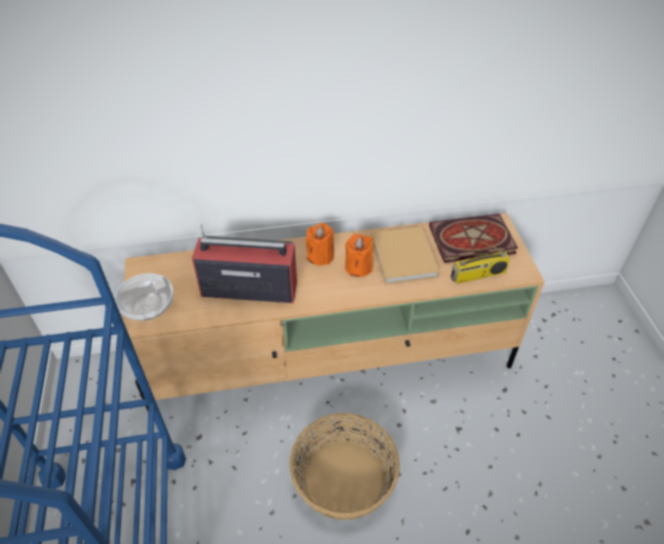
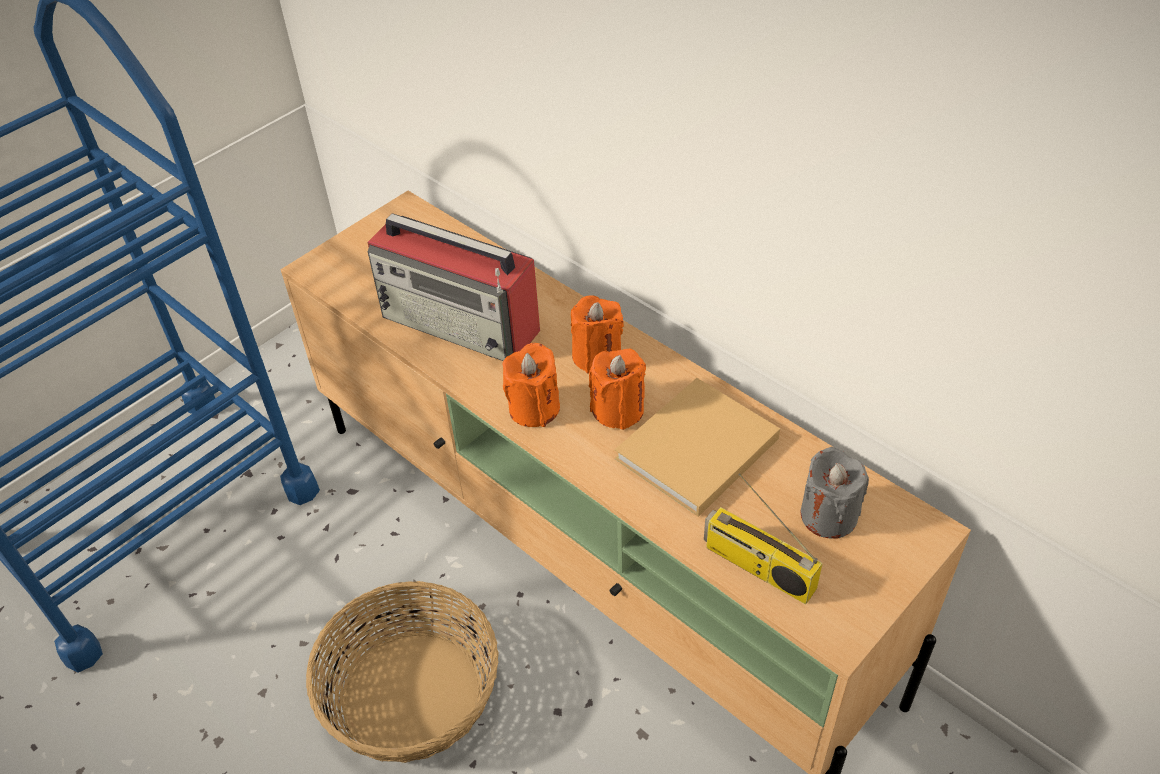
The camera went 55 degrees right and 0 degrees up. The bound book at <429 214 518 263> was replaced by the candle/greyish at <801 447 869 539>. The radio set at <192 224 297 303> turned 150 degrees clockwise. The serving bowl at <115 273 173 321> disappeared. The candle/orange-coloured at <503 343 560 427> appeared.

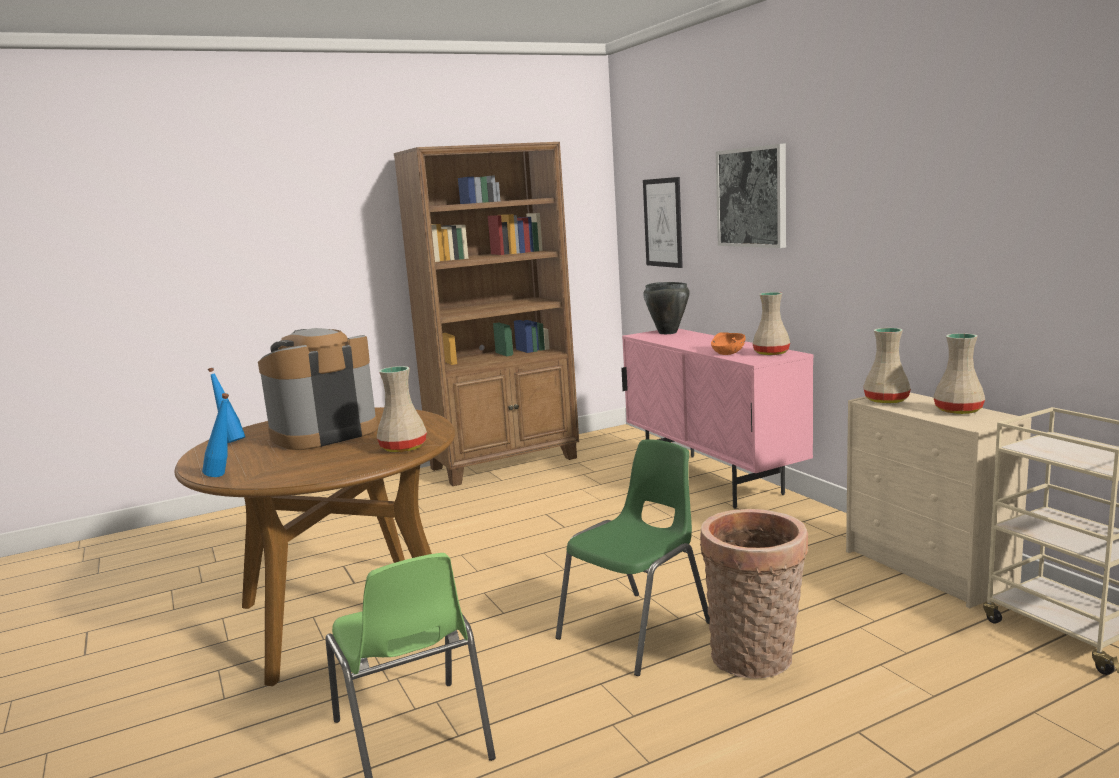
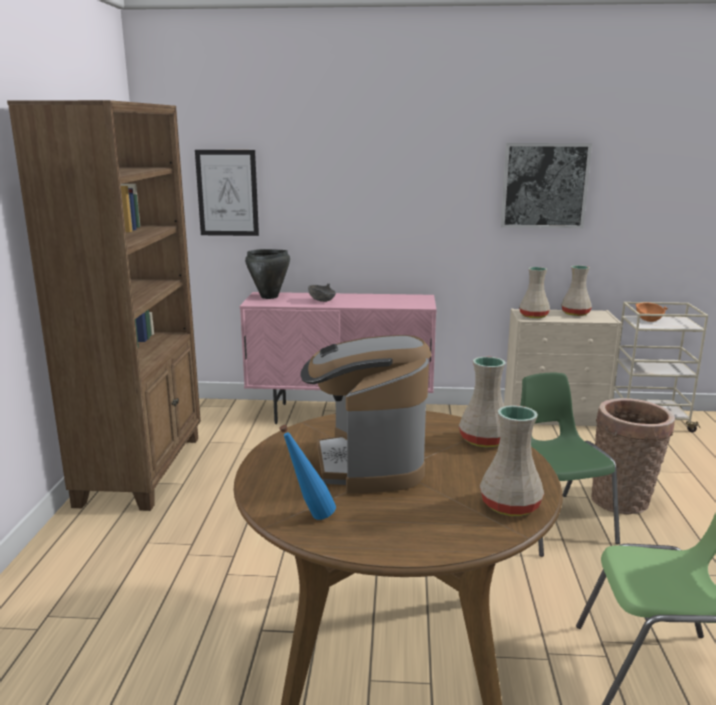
The camera went 60 degrees left and 5 degrees up. The wall picture moved from <716 143 786 248> to <500 143 592 228>. The vase/beige-coloured moved from <752 292 790 355> to <480 405 544 516>. The serving bowl/orange-coloured moved from <711 332 746 355> to <636 302 668 322>. The bottle/blue at <202 393 229 477> disappeared. The serving bowl/greyish at <308 283 336 302> appeared.

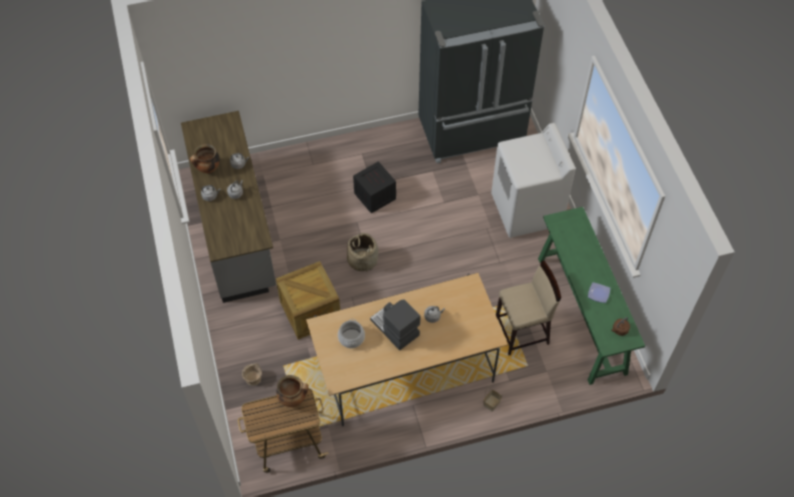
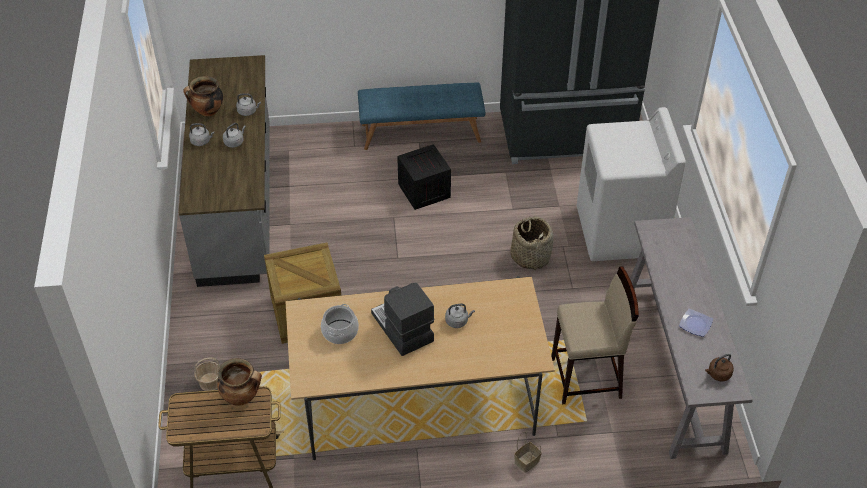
The camera went 10 degrees right and 10 degrees down. The hall table/green at <538 207 645 385> became the hall table/greyish at <630 217 753 459>. The basket moved from <347 233 378 272> to <510 216 554 270>. The indoor bench/blue at <358 83 486 150> appeared.

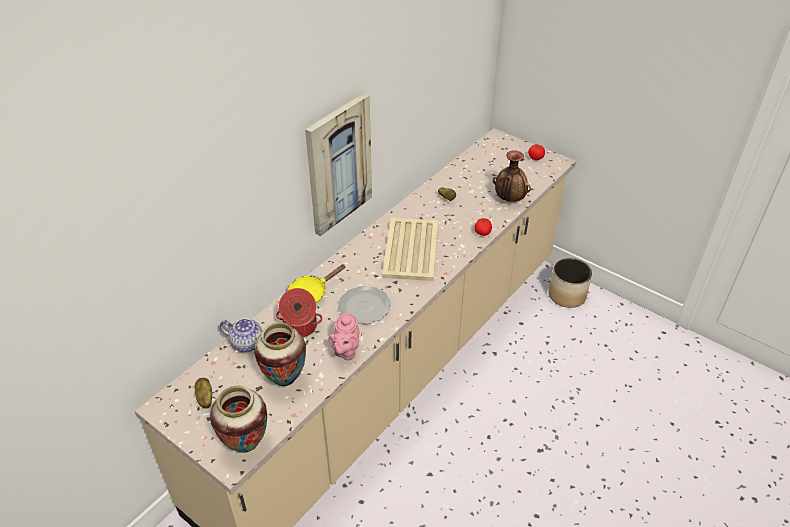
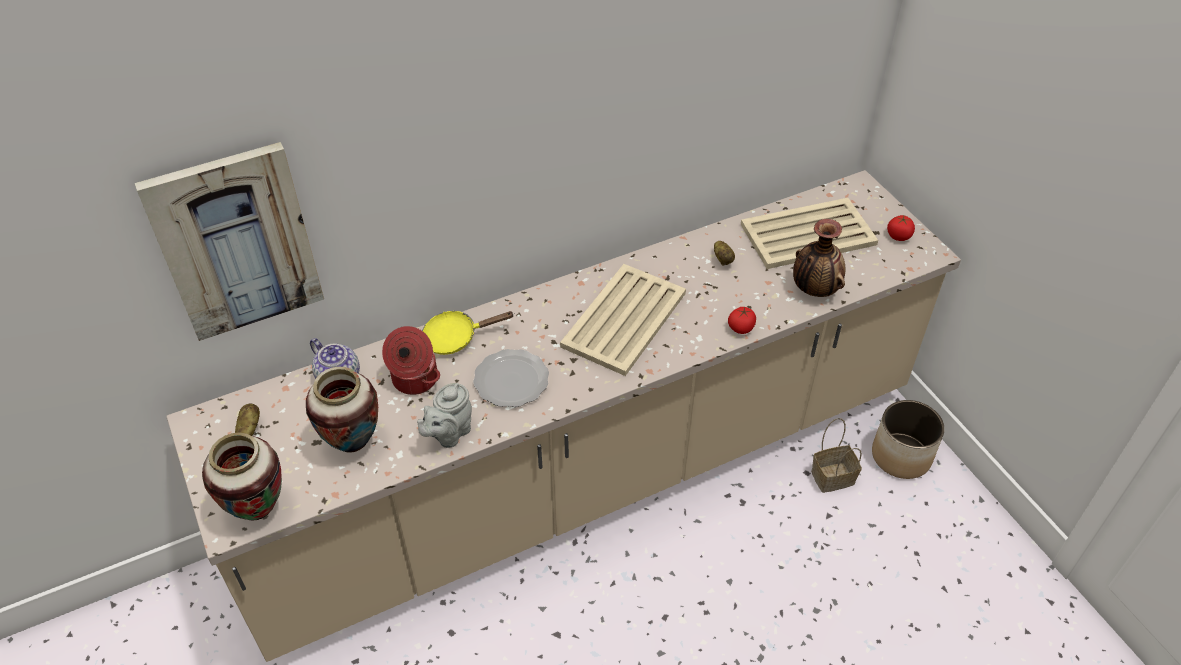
The camera went 25 degrees right and 5 degrees up. The wall picture moved from <305 93 372 236> to <135 142 324 341>. The teapot/pinkish at <328 312 359 361> became the teapot/greyish at <417 383 472 448>. The carrying tray/beige-coloured at <741 198 878 269> appeared. The basket at <811 418 862 493> appeared.

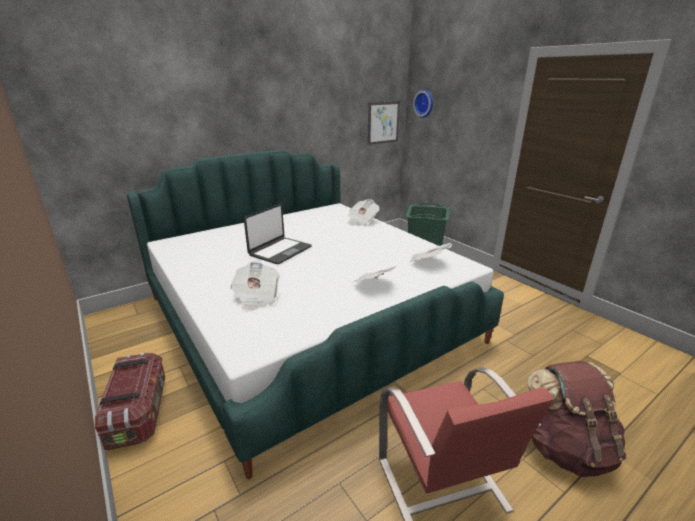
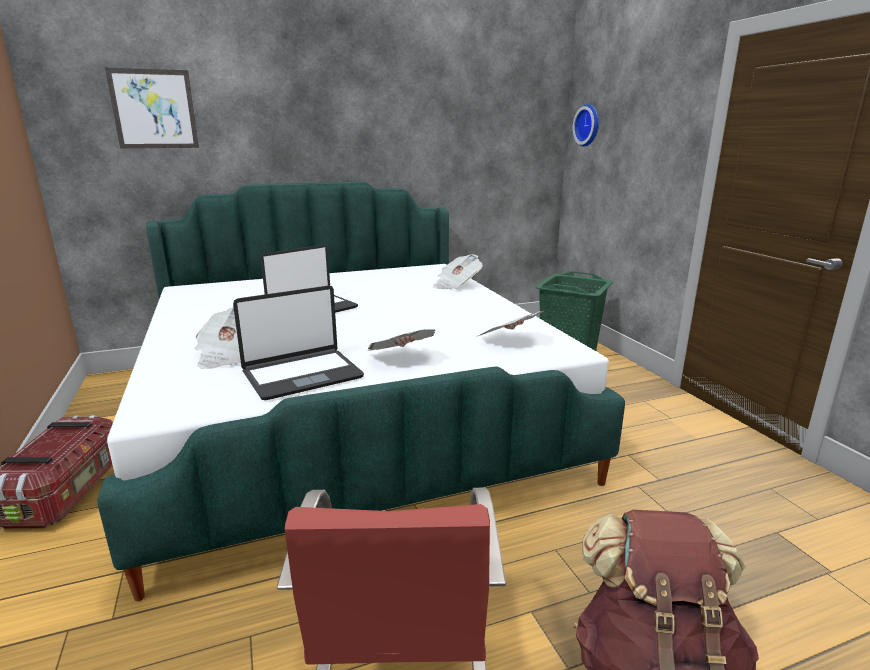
The camera went 15 degrees right and 5 degrees down. The wall picture moved from <368 101 400 145> to <105 67 199 148>. The notebook computer at <233 285 364 400> appeared.

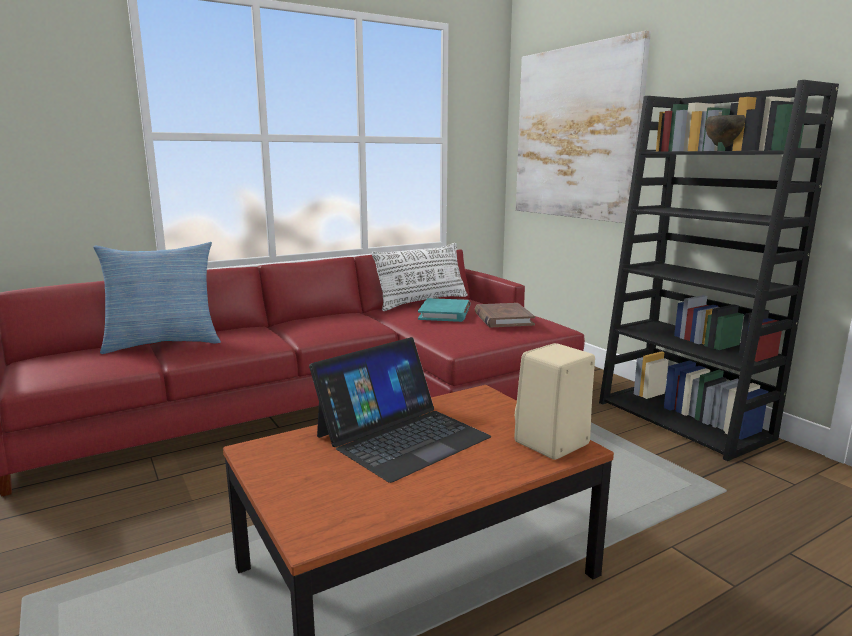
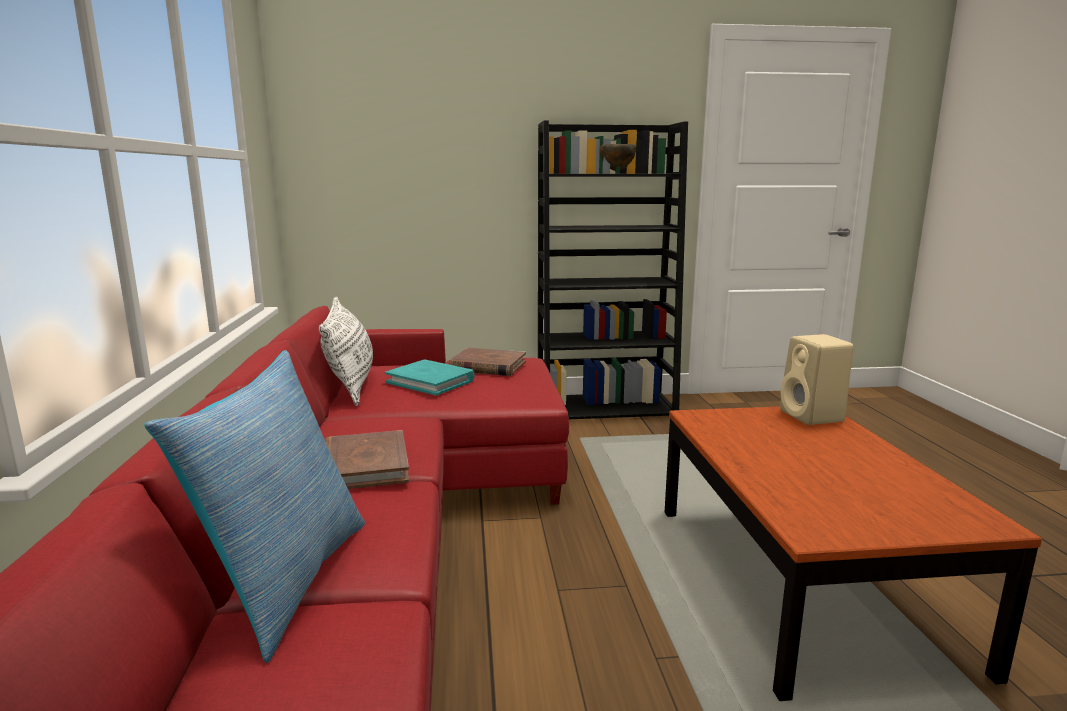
The camera went 65 degrees left and 0 degrees up. The wall picture at <516 30 651 223> disappeared. The notebook computer at <309 337 491 483> disappeared. The bound book/brown at <325 430 410 489> appeared.

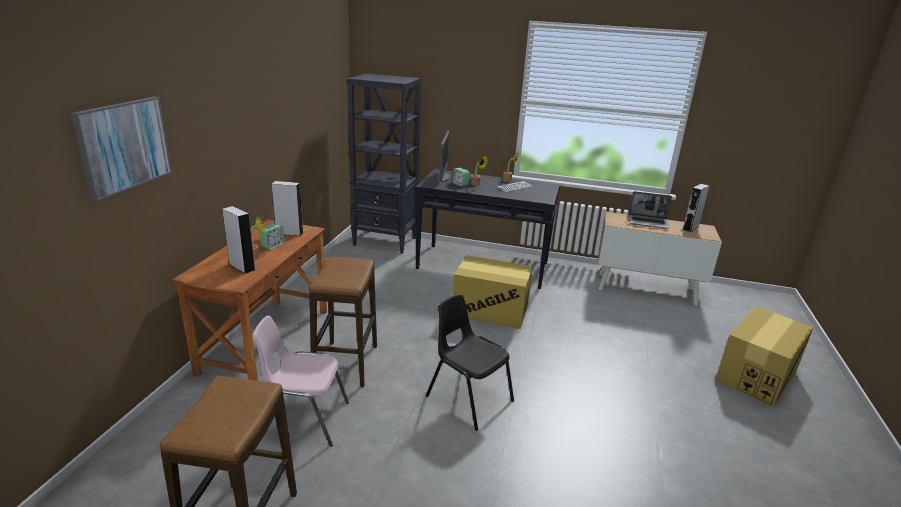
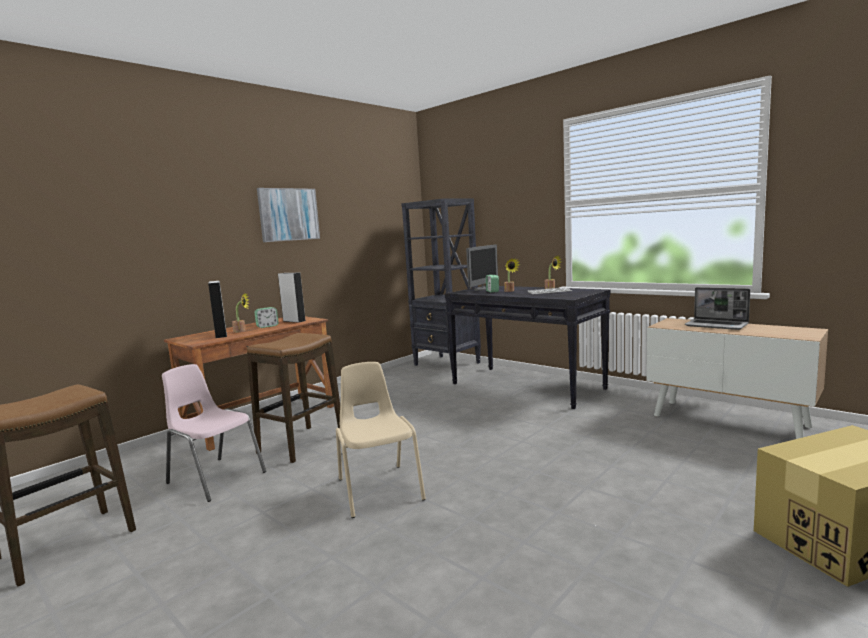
The camera went 30 degrees right and 15 degrees down. The wall picture moved from <70 97 172 201> to <257 188 320 242>. The loudspeaker/greyish at <683 184 709 232> disappeared. The carton at <453 255 533 329> disappeared. The chair/blackish at <426 294 514 431> became the chair/beige-coloured at <336 362 426 518>.

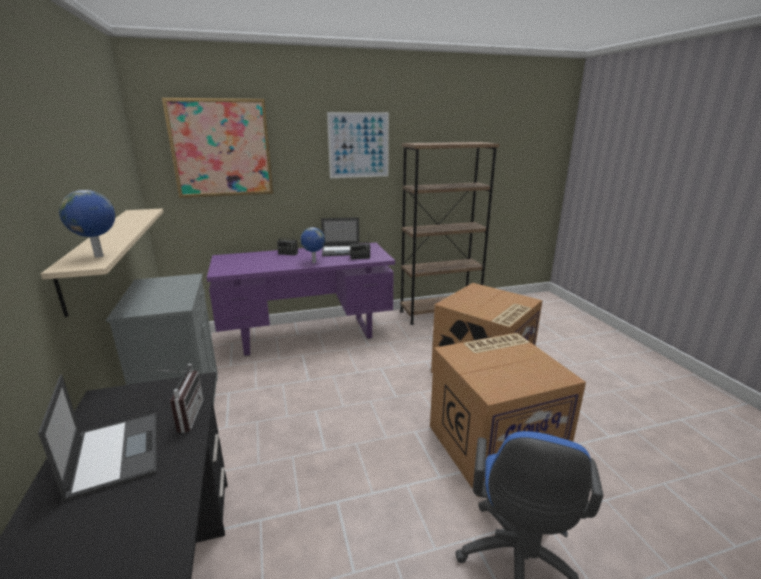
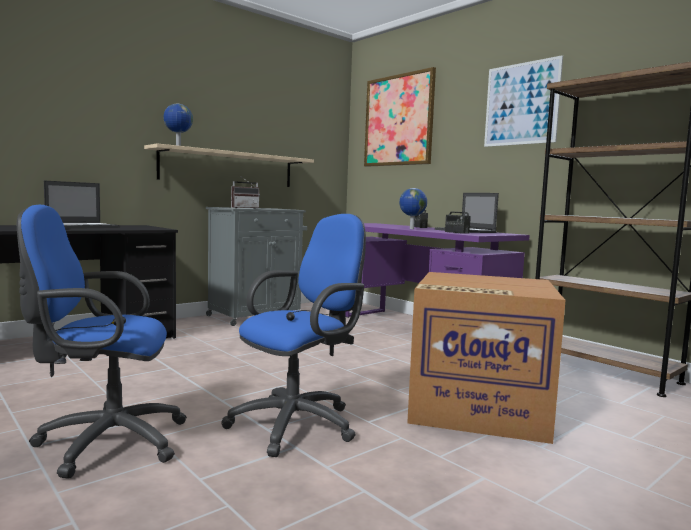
The camera went 65 degrees right and 15 degrees down. The carton at <430 333 586 497> was replaced by the office chair/blue at <221 214 366 457>. The radio set moved from <157 364 204 433> to <231 175 260 209>.

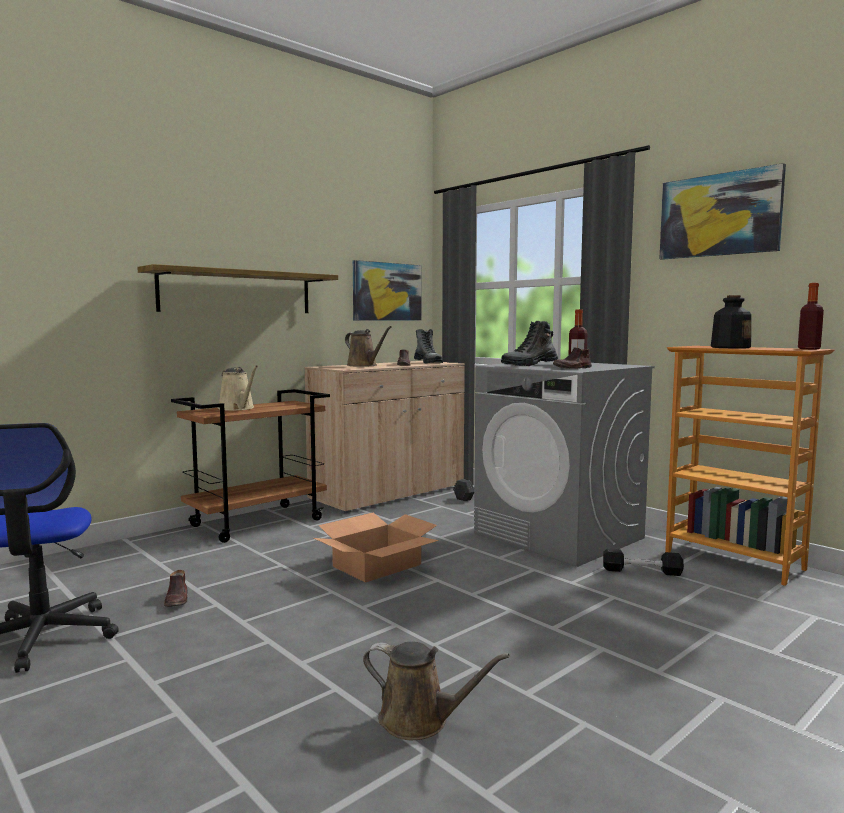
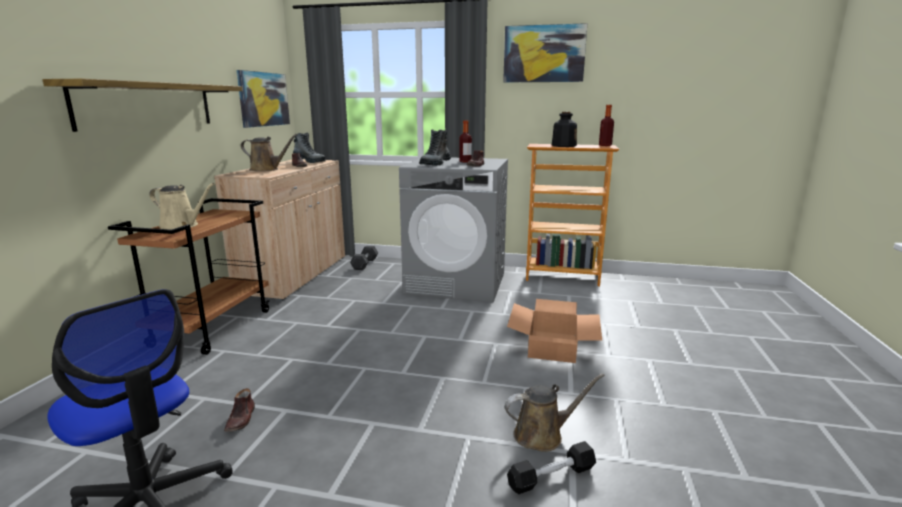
The camera went 35 degrees left and 10 degrees up. The carton moved from <314 513 439 583> to <507 299 602 363>. The free weight/blackish moved from <603 548 684 576> to <507 441 596 494>. The shoe/brown at <164 570 188 607> turned 45 degrees clockwise.

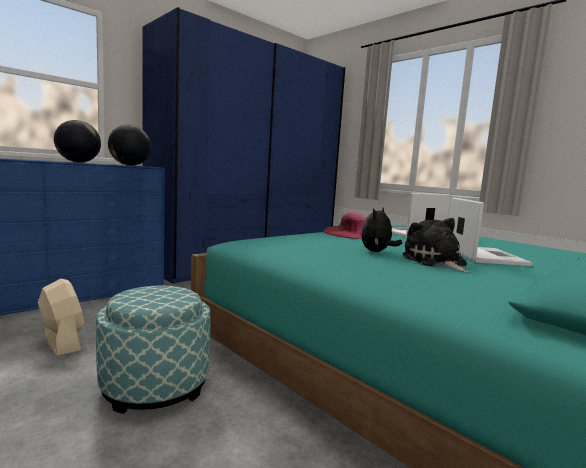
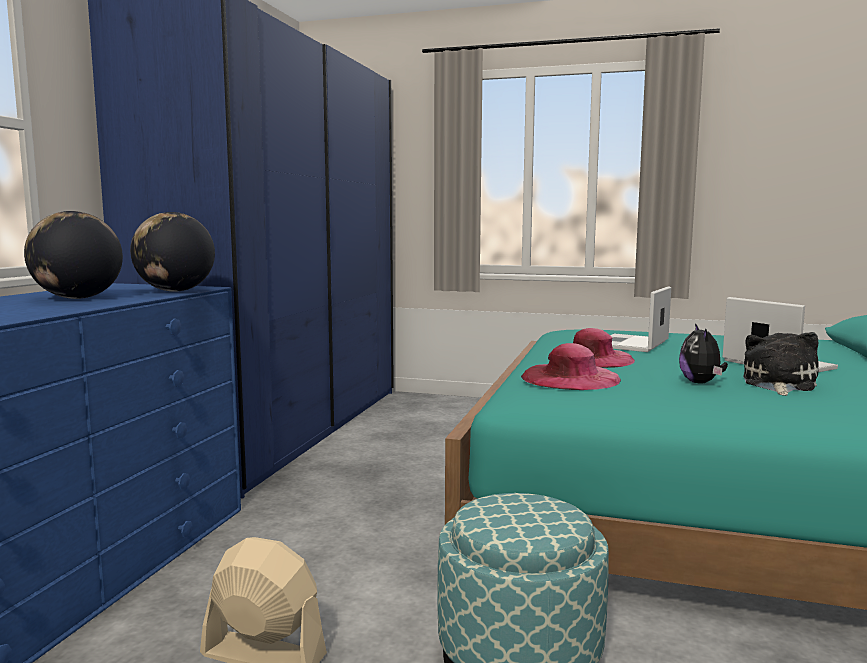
The camera went 30 degrees left and 0 degrees up. The soft toy at <403 218 470 273> turned 75 degrees clockwise. The clothing hat/pinkish at <521 343 621 390> appeared.

